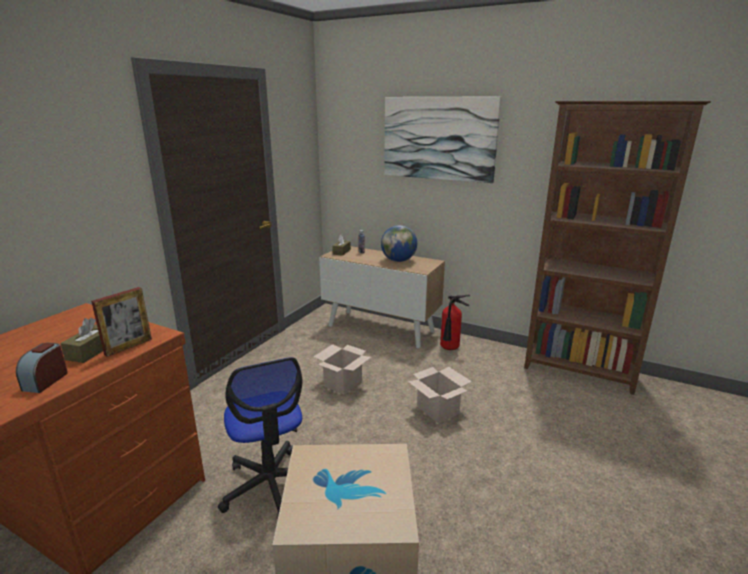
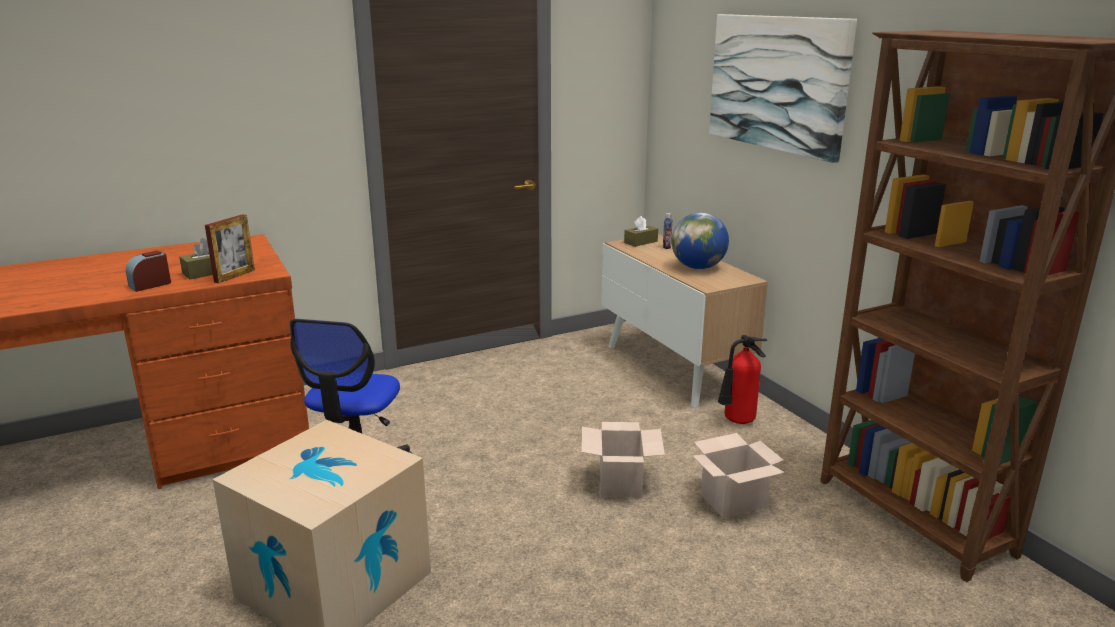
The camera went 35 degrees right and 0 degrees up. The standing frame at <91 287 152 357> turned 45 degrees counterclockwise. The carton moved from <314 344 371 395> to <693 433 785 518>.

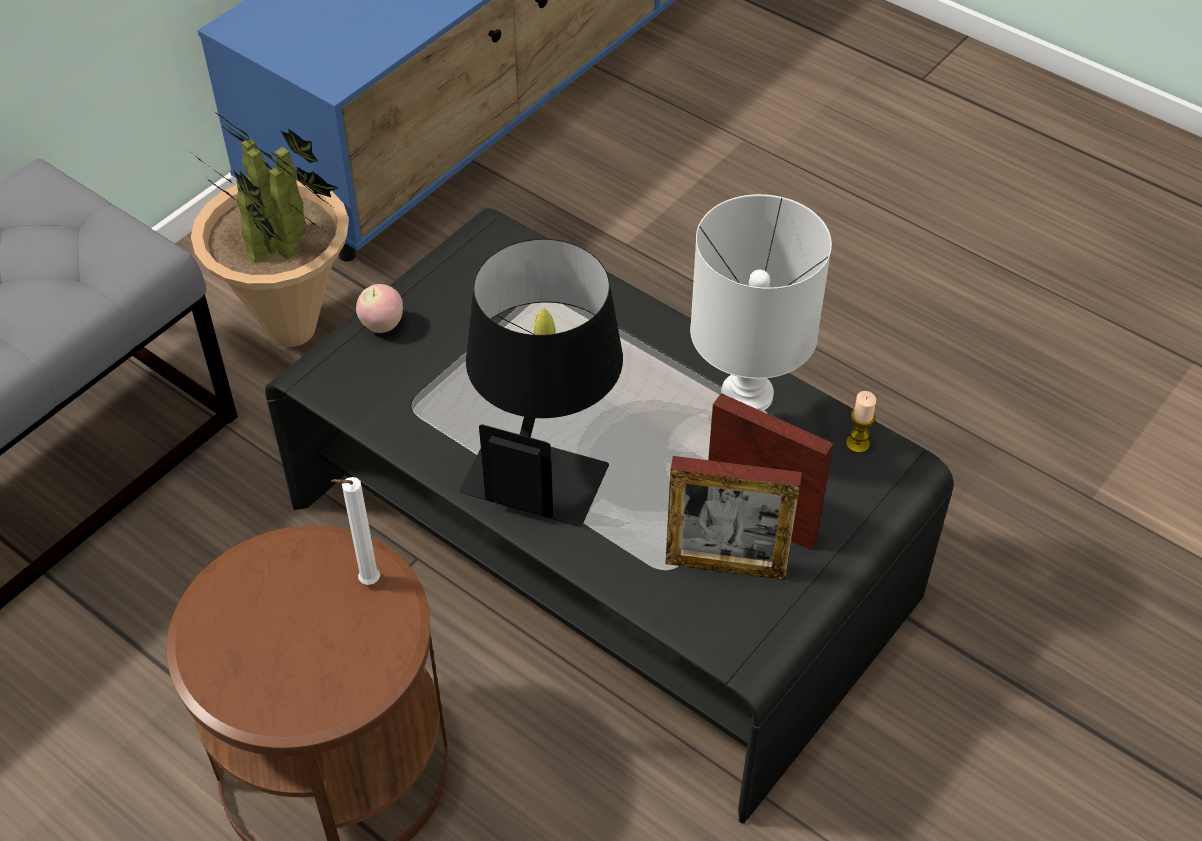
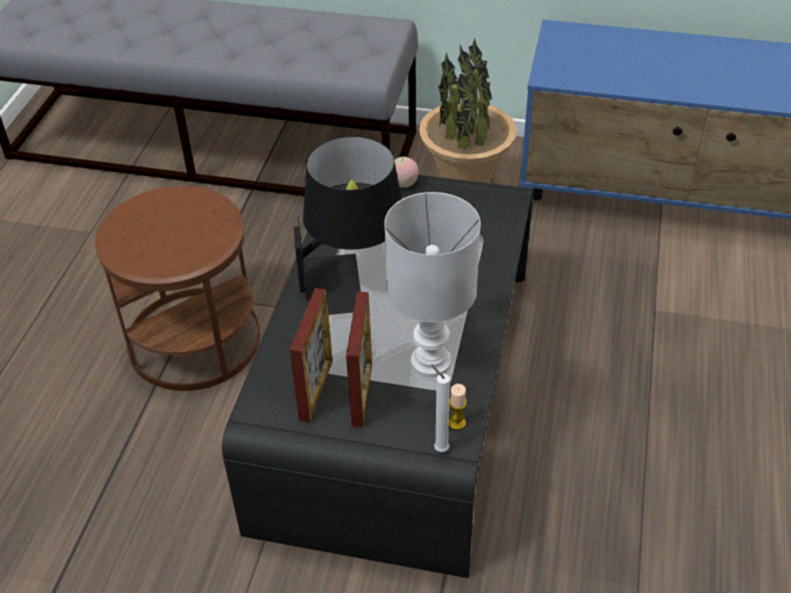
The camera went 65 degrees right and 5 degrees down. The standing frame at <666 456 802 580> turned 150 degrees counterclockwise. The candle/white-coloured moved from <331 477 380 585> to <431 364 450 452>.

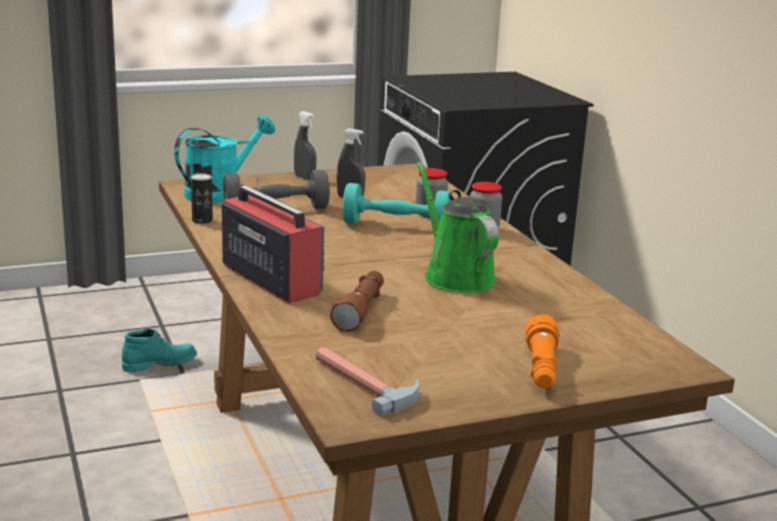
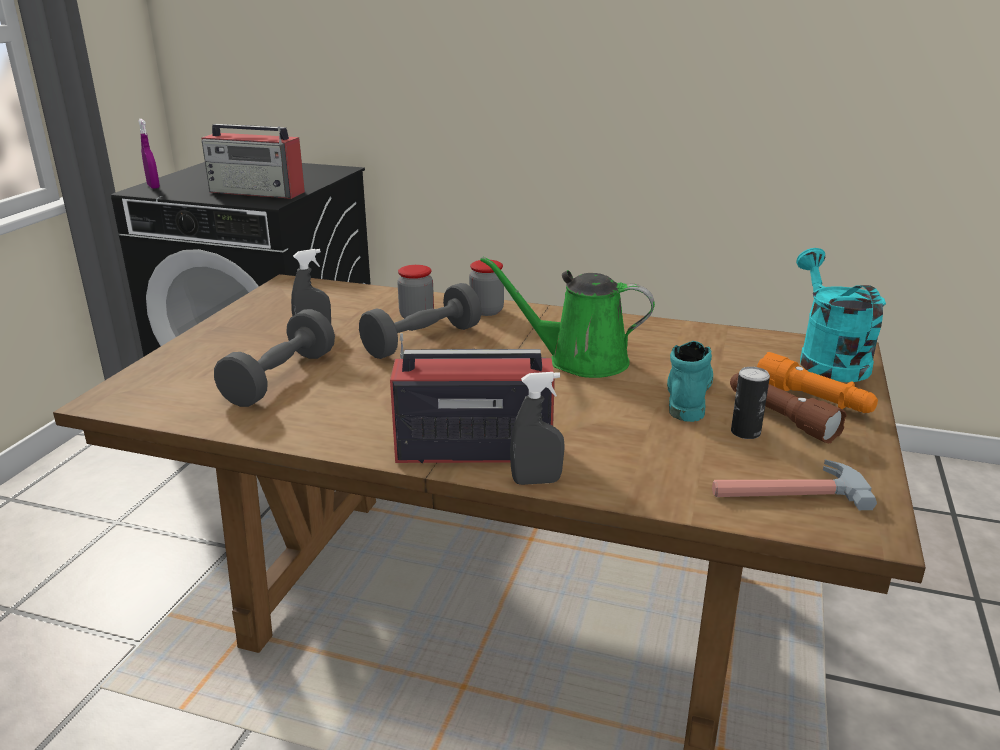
The camera went 50 degrees left and 5 degrees up. The sprayer/greyish moved from <294 111 316 180> to <510 372 565 485>. The sprinkling can/blue-green moved from <174 115 275 203> to <796 248 886 382>. The metal can moved from <191 173 213 224> to <731 367 770 439>. The free weight/blue-green at <342 183 451 224> became the free weight/greyish at <359 283 482 359>. The torch/brown moved from <330 271 384 332> to <730 373 847 443>. The tall boot/blue-green moved from <122 328 197 372> to <667 341 713 422>. The sprayer/purplish at <138 119 160 189> appeared. The radio set at <201 124 305 199> appeared.

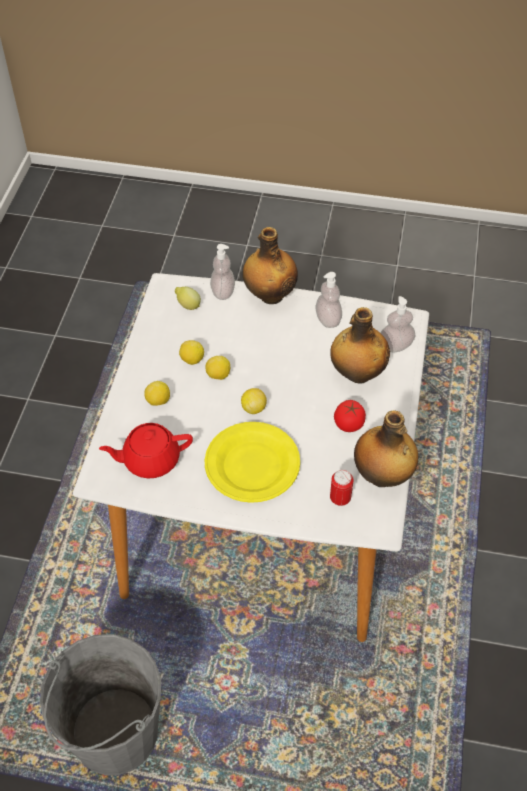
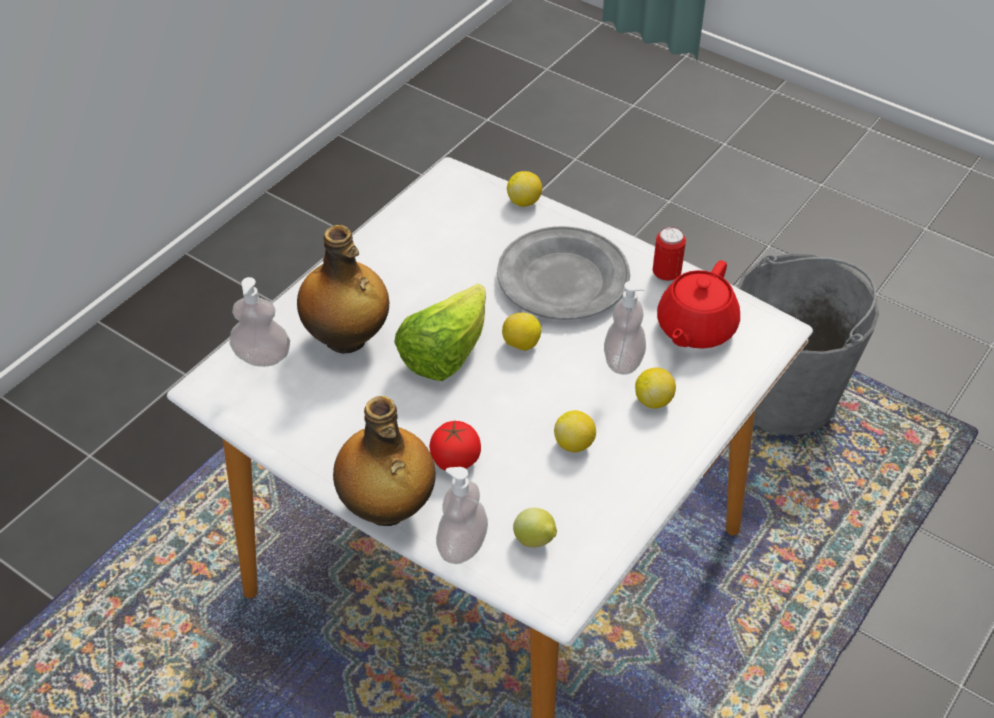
The camera went 155 degrees left and 5 degrees down. The soap dispenser moved from <315 272 342 328> to <604 281 646 375>. The citrus fruit moved from <205 356 230 380> to <507 171 542 207>. The fresh tomato moved from <334 400 366 432> to <429 421 481 471>. The bottle at <354 410 418 487> disappeared. The plate/yellowish at <205 422 300 503> became the plate/greyish at <497 226 630 320>. The teapot/reddish at <99 423 193 479> turned 105 degrees clockwise. The metal can moved from <330 470 354 506> to <653 227 686 283>. The head of lettuce at <394 284 486 381> appeared.

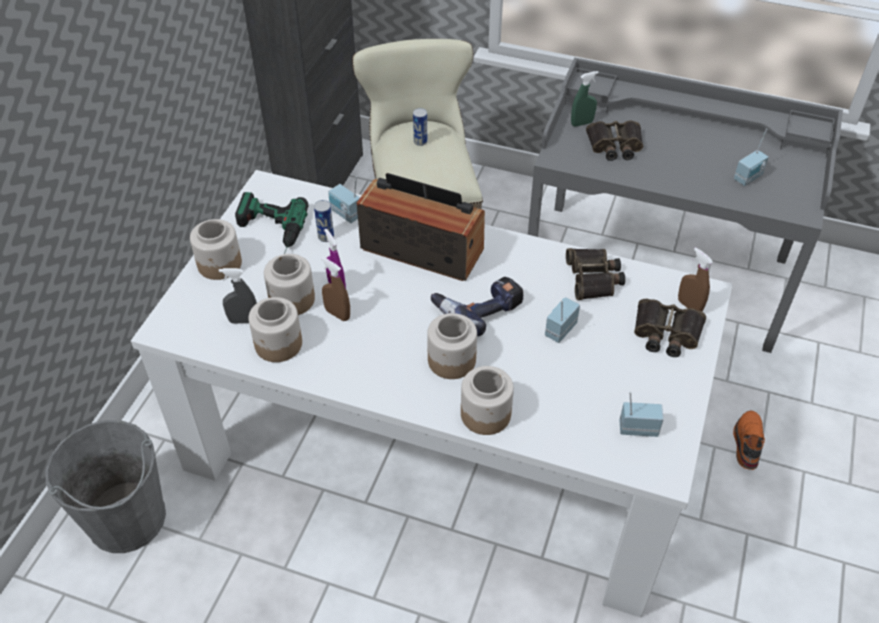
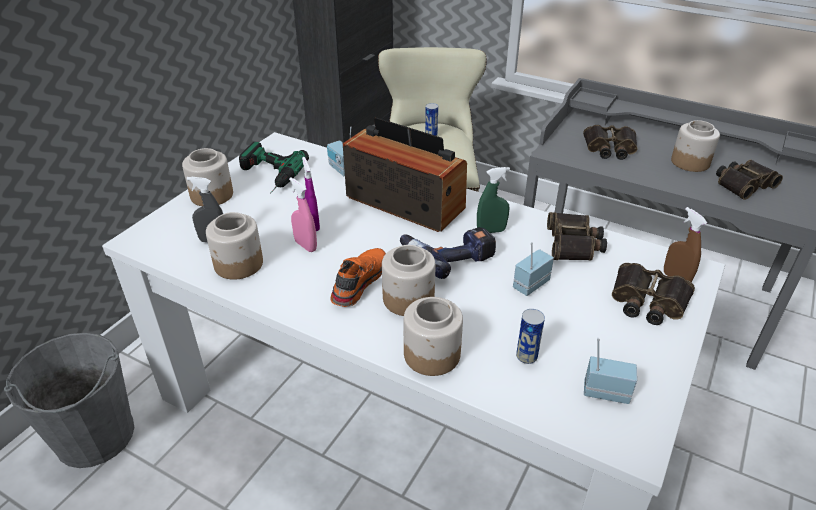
The camera went 10 degrees right and 10 degrees down. The sprayer/green moved from <571 71 599 127> to <477 167 510 233>. The radio set at <734 129 769 186> was replaced by the binoculars at <716 160 783 200>. The metal can moved from <314 200 334 242> to <516 309 545 364>. The jar moved from <264 254 315 315> to <671 120 720 172>. The sprayer/brown at <321 257 350 321> became the sprayer/pinkish at <289 177 317 252>. The shoe/orange-coloured moved from <733 411 765 470> to <330 248 386 307>.

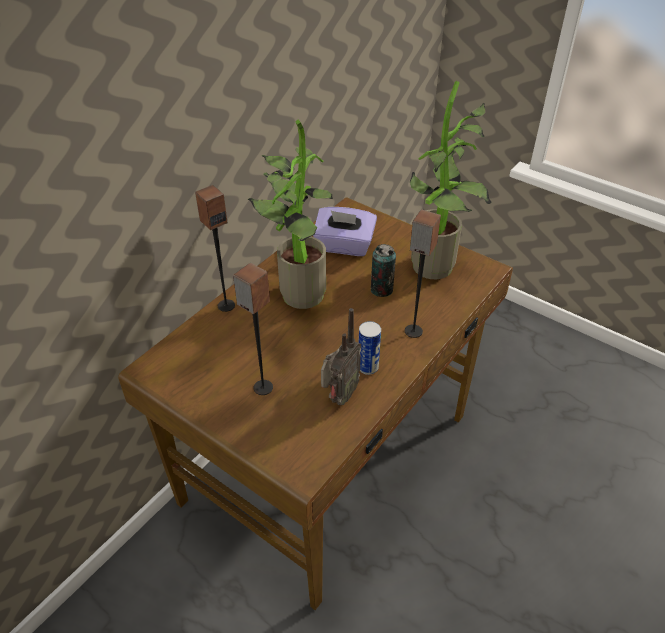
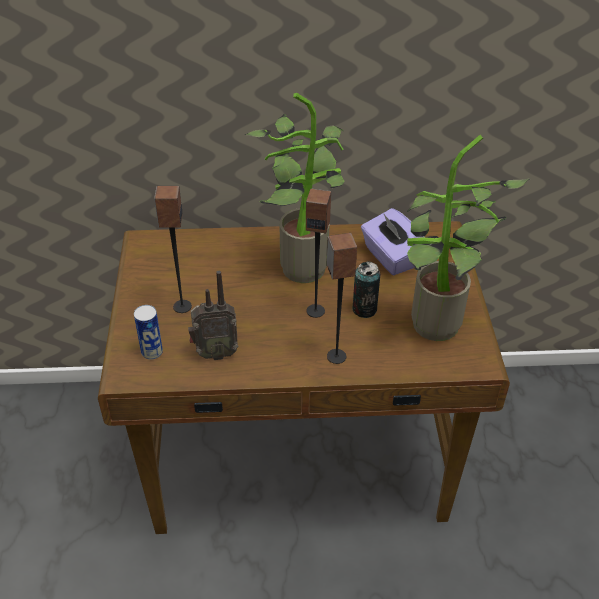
The camera went 50 degrees right and 0 degrees up. The loudspeaker moved from <195 185 235 312> to <306 188 331 318>. The metal can moved from <359 321 381 375> to <134 305 163 360>.

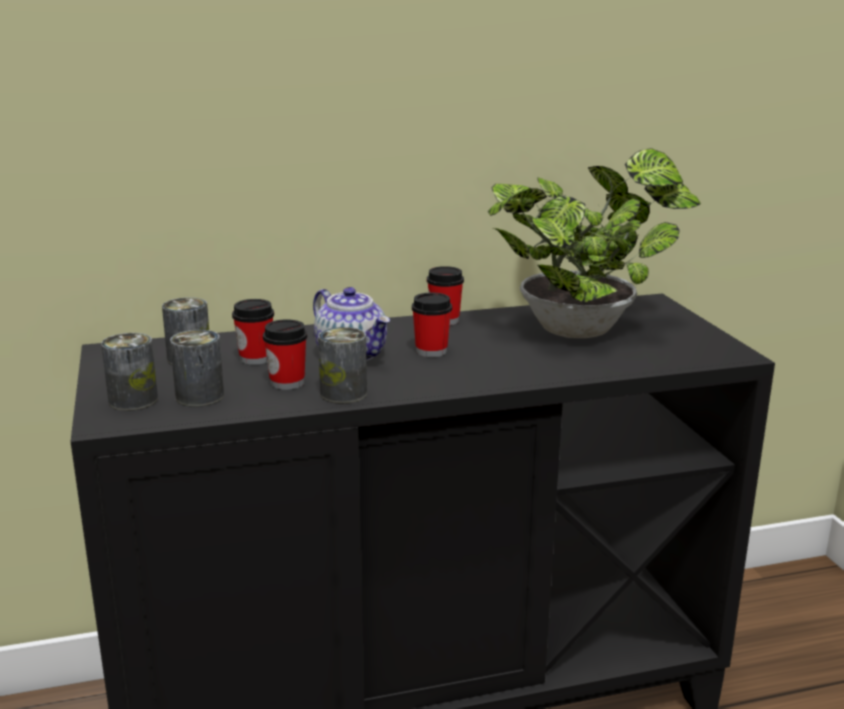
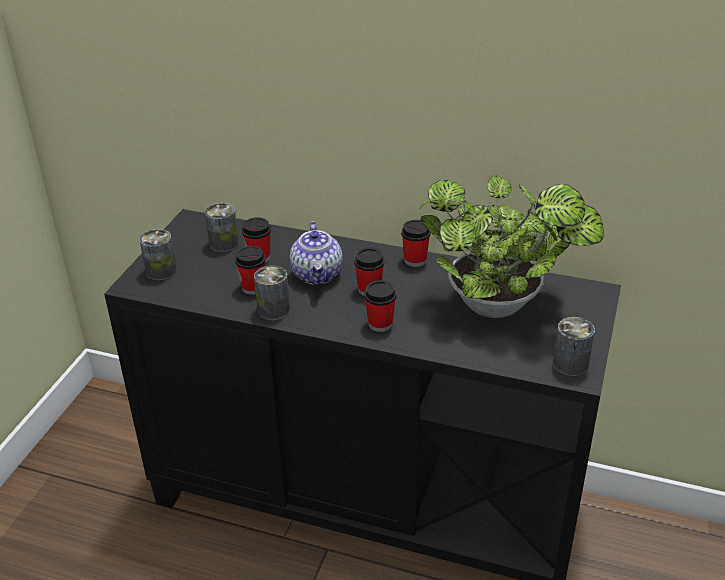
The camera went 35 degrees right and 15 degrees up. The metal can moved from <170 330 224 407> to <553 317 595 376>. The cup at <364 280 396 332> appeared.

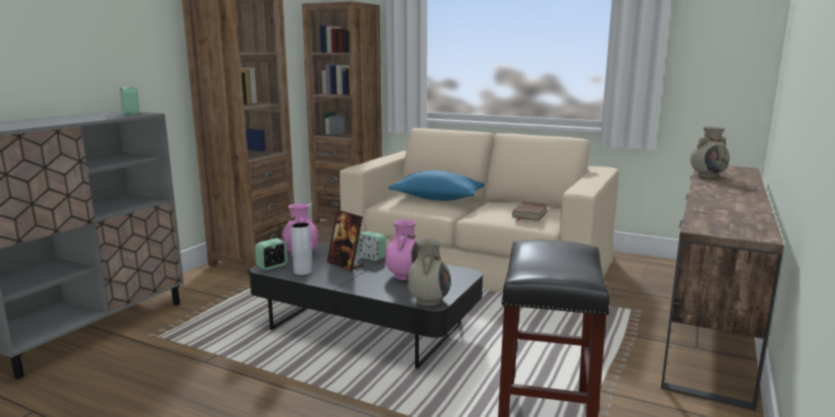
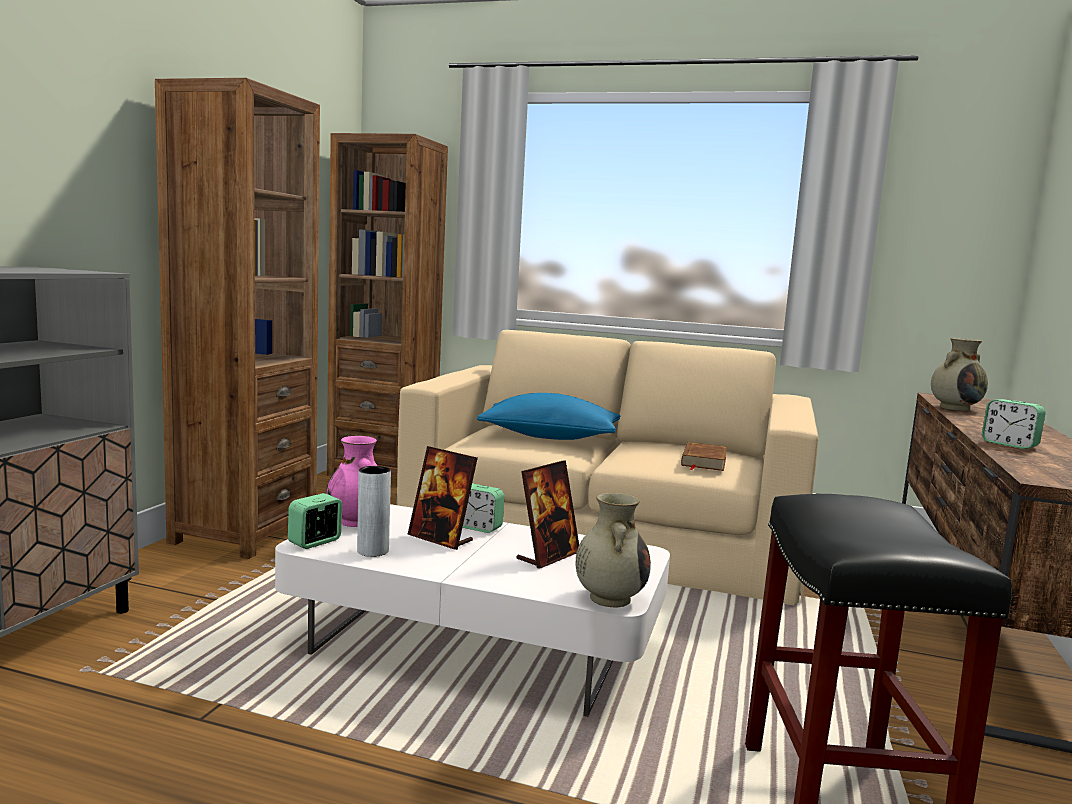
The camera went 10 degrees left and 5 degrees down. The bedside clock moved from <120 87 139 115> to <982 399 1046 449>. The vase/pinkish at <385 220 419 280> was replaced by the standing frame at <517 460 579 568>. The low table/blackish at <249 242 483 369> became the low table/white-coloured at <275 504 670 717>.

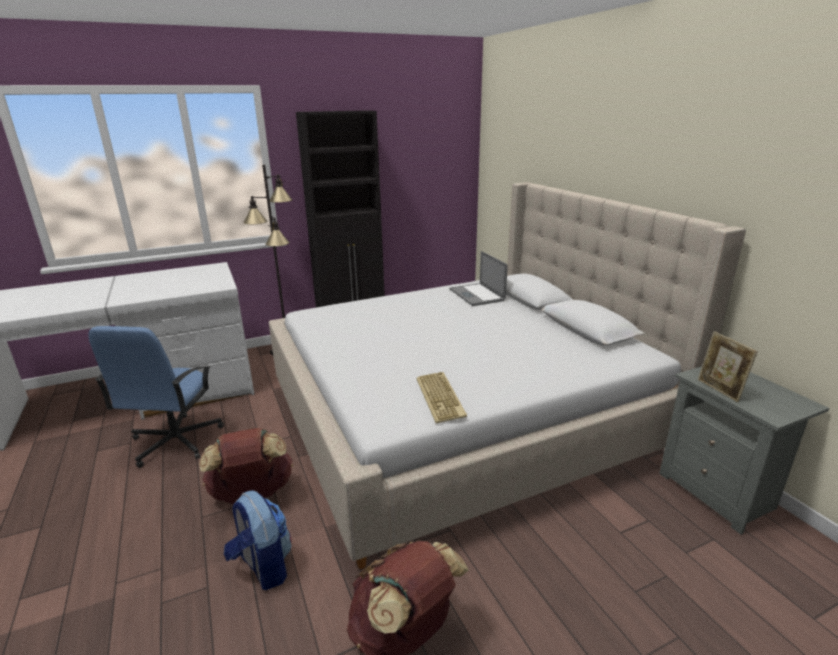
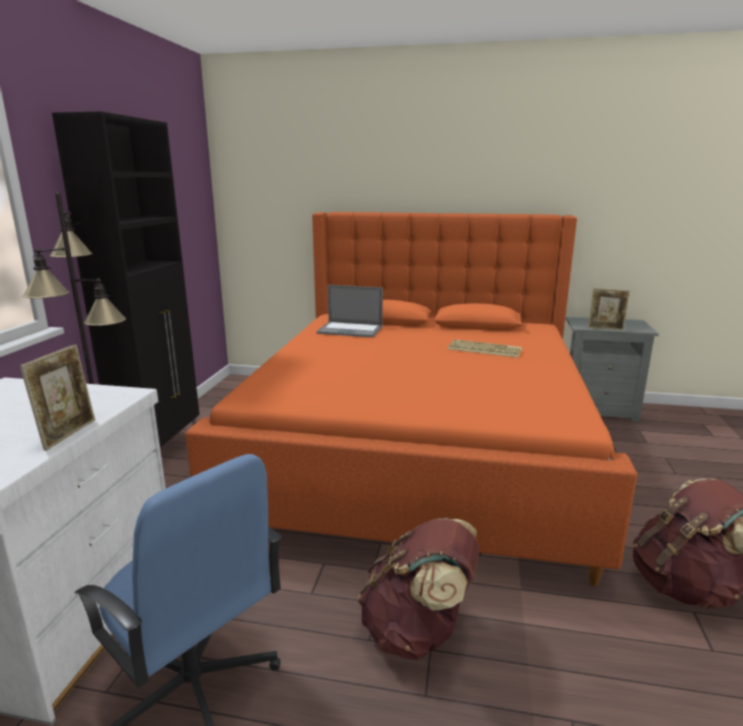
The camera went 55 degrees left and 5 degrees down. The sleeping bed/beige-coloured at <269 182 746 569> became the sleeping bed/orange-coloured at <185 212 637 586>. The PC keyboard moved from <416 372 467 423> to <448 339 522 358>. The knapsack at <224 490 292 590> disappeared. The standing frame at <20 344 95 451> appeared.

